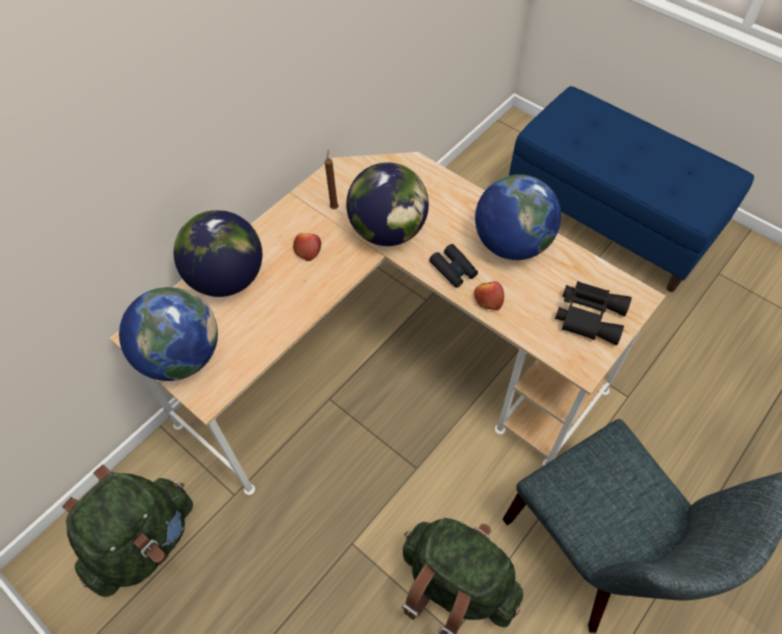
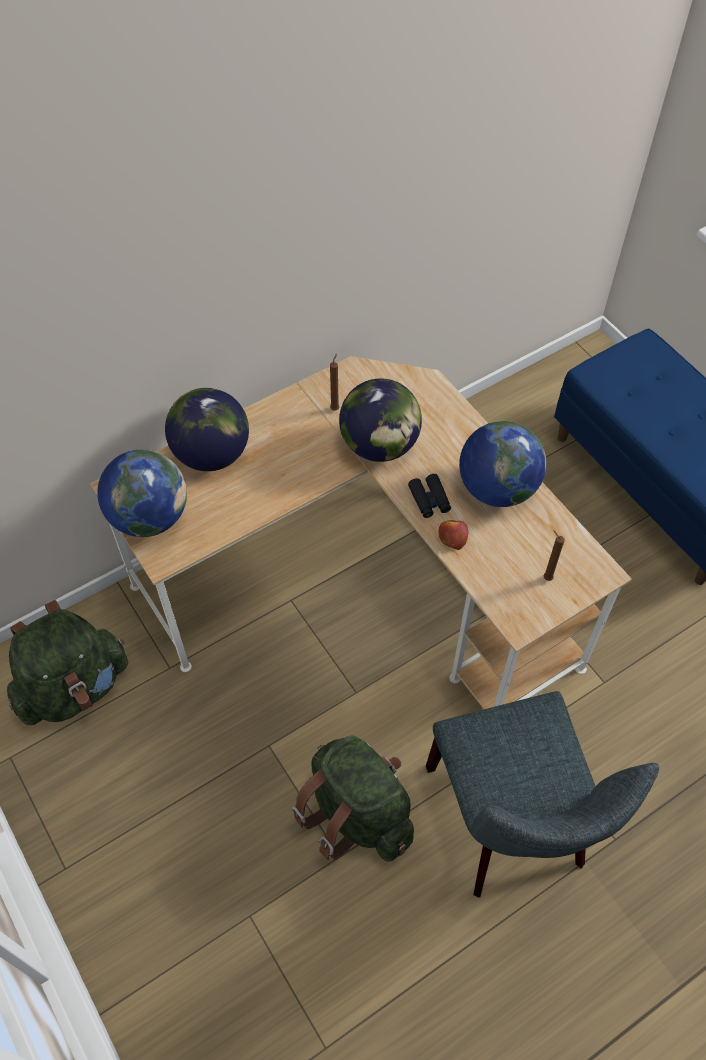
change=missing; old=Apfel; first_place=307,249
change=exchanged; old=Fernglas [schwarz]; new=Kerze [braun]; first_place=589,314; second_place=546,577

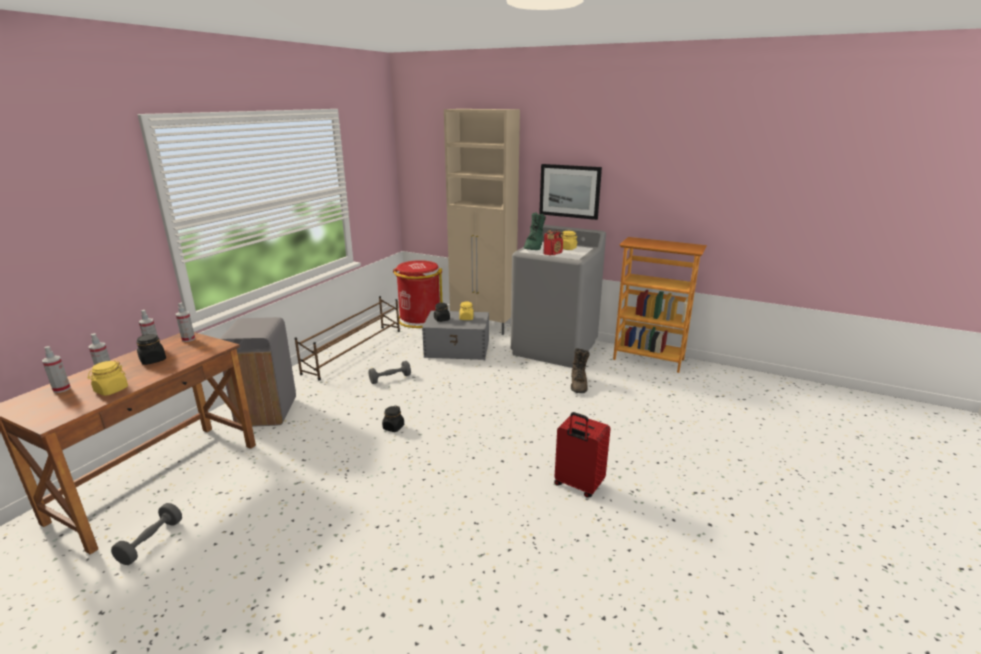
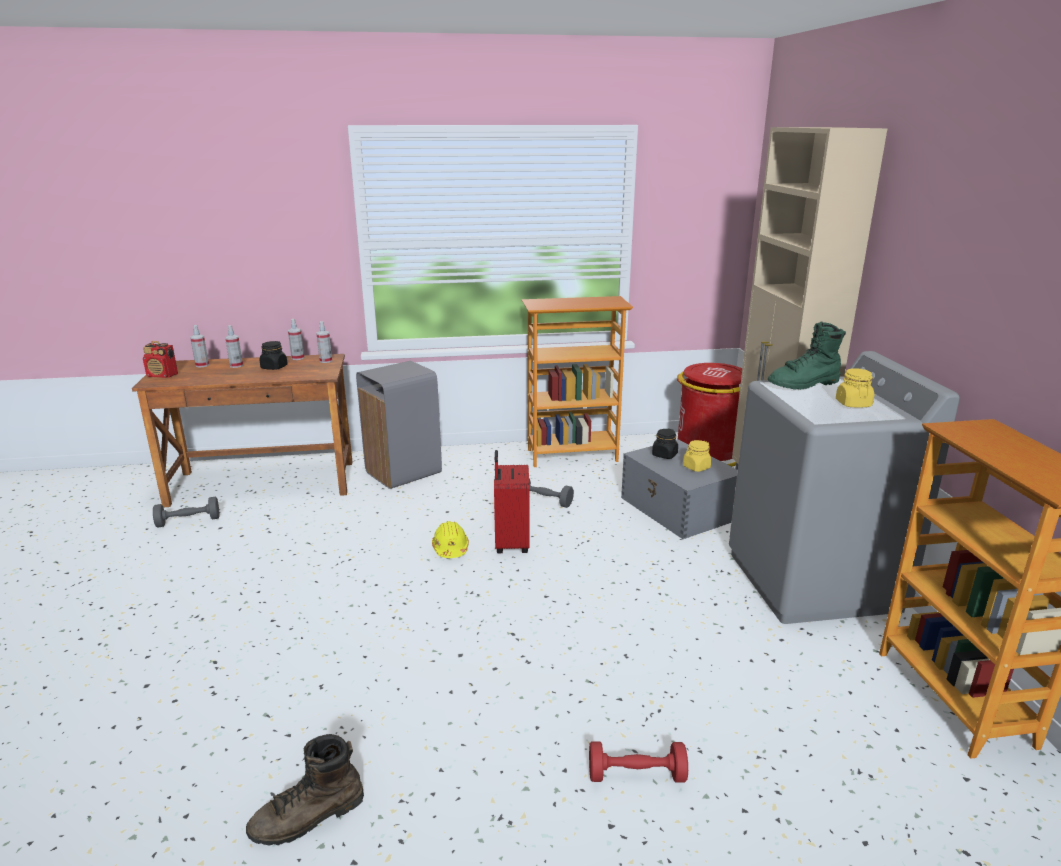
change=missing; old=Bild; first_place=570,191
change=relocated; old=Radio; first_place=553,253; second_place=163,375
change=exchanged; old=Schuhregal [braun]; new=Bücherregal; first_place=354,351; second_place=572,455
change=relocated; old=Stiefel [braun]; first_place=578,385; second_place=308,818
change=missing; old=Vorratsglas [gelb]; first_place=111,390
change=exchanged; old=Vorratsglas [schwarz]; new=Schutzhelm [gelb]; first_place=393,427; second_place=450,548
change=relocated; old=Koffer [rot]; first_place=578,485; second_place=510,544
change=appeared; new=Hantel [rot]; second_place=636,775

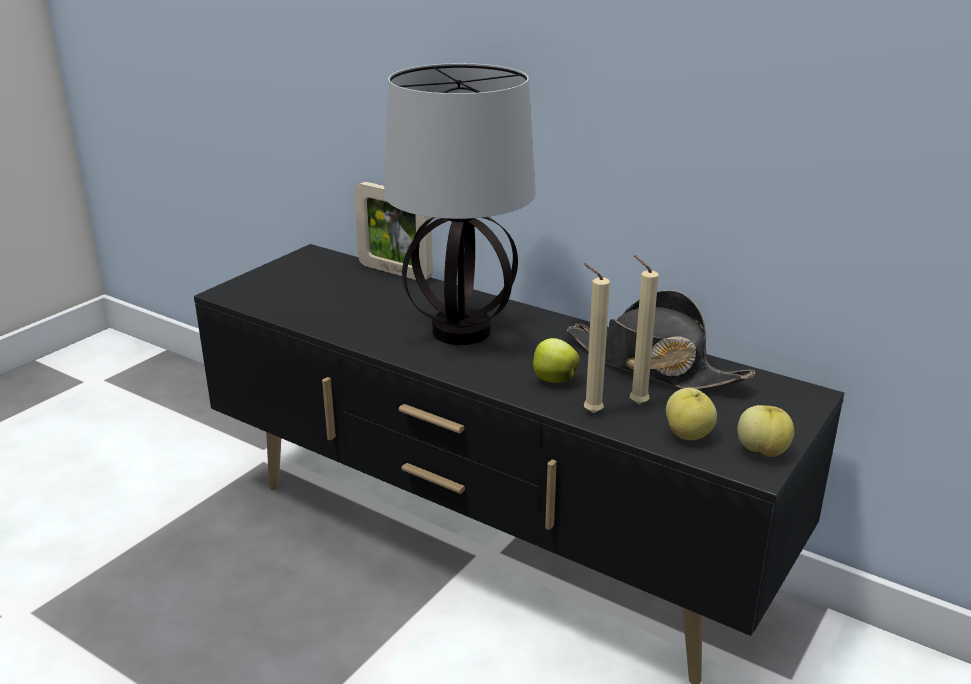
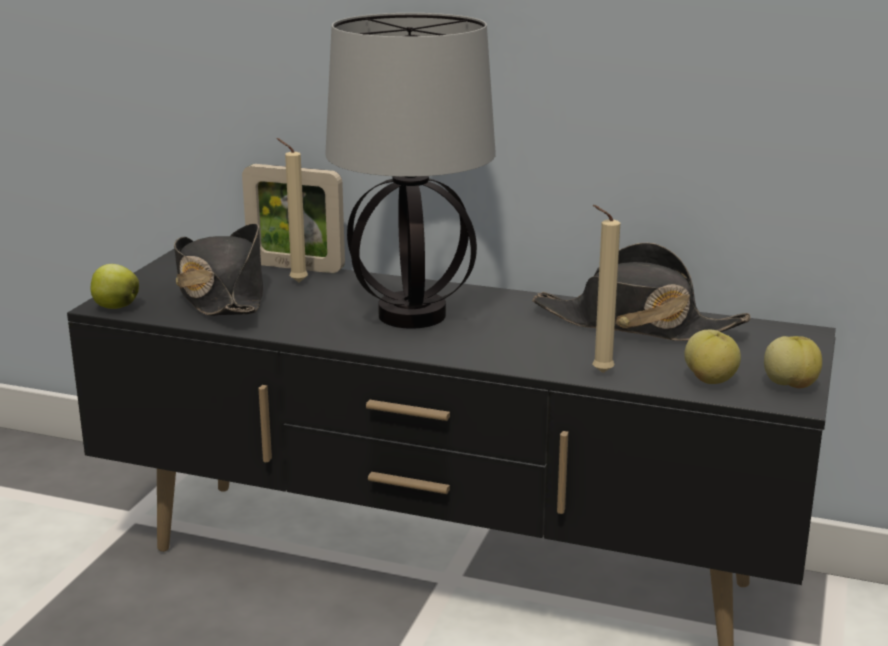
change=relocated; old=Kerze [beige]; first_place=635,403; second_place=296,282
change=relocated; old=Apfel; first_place=553,379; second_place=115,307
change=appeared; new=Hut [schwarz]; second_place=221,294

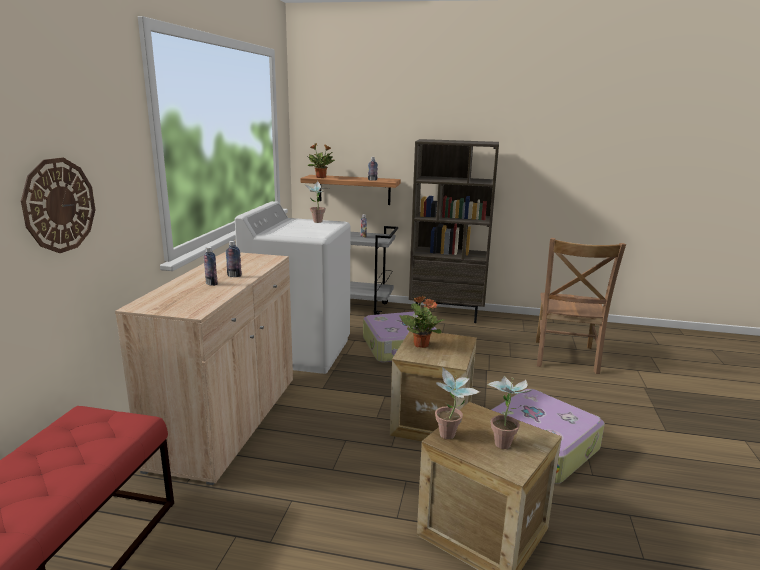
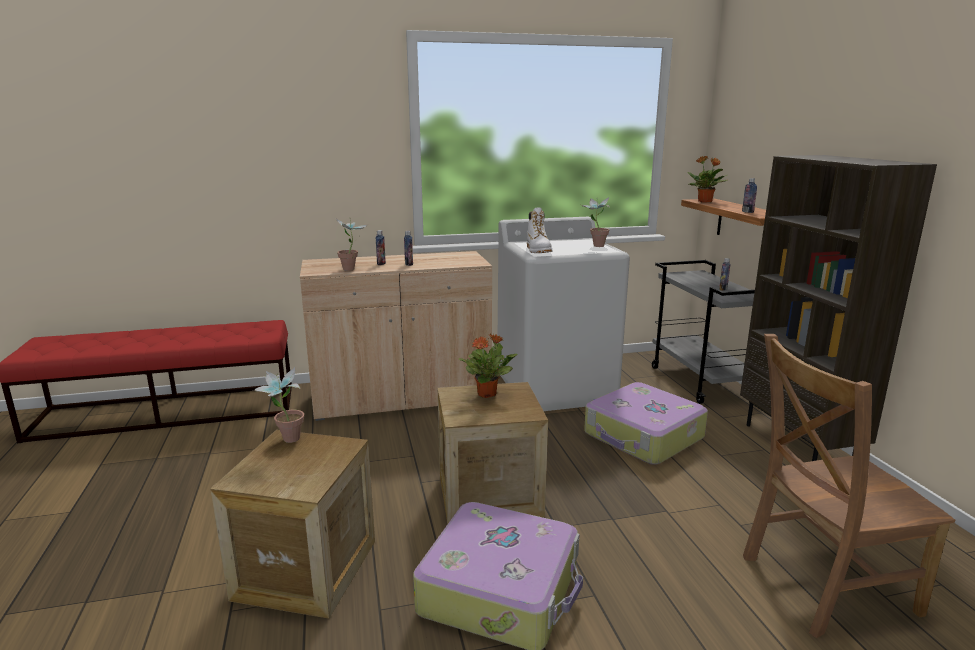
change=missing; old=Wanduhr; first_place=59,205
change=relocated; old=Topfpflanze; first_place=505,441; second_place=353,269
change=appeared; new=Stiefel [weiß]; second_place=538,250

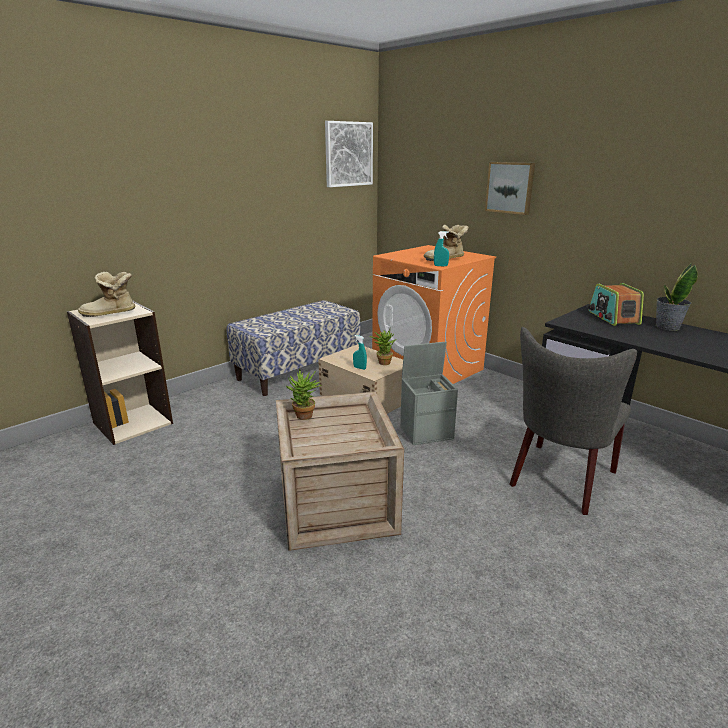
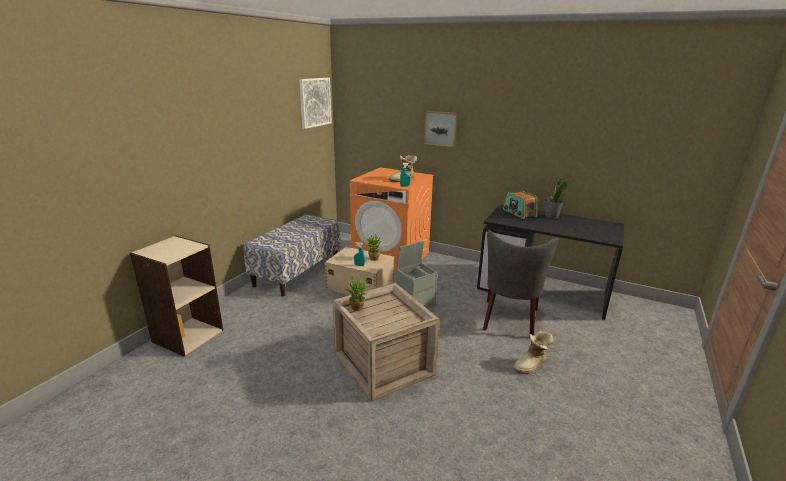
change=relocated; old=Stiefel; first_place=110,314; second_place=531,365

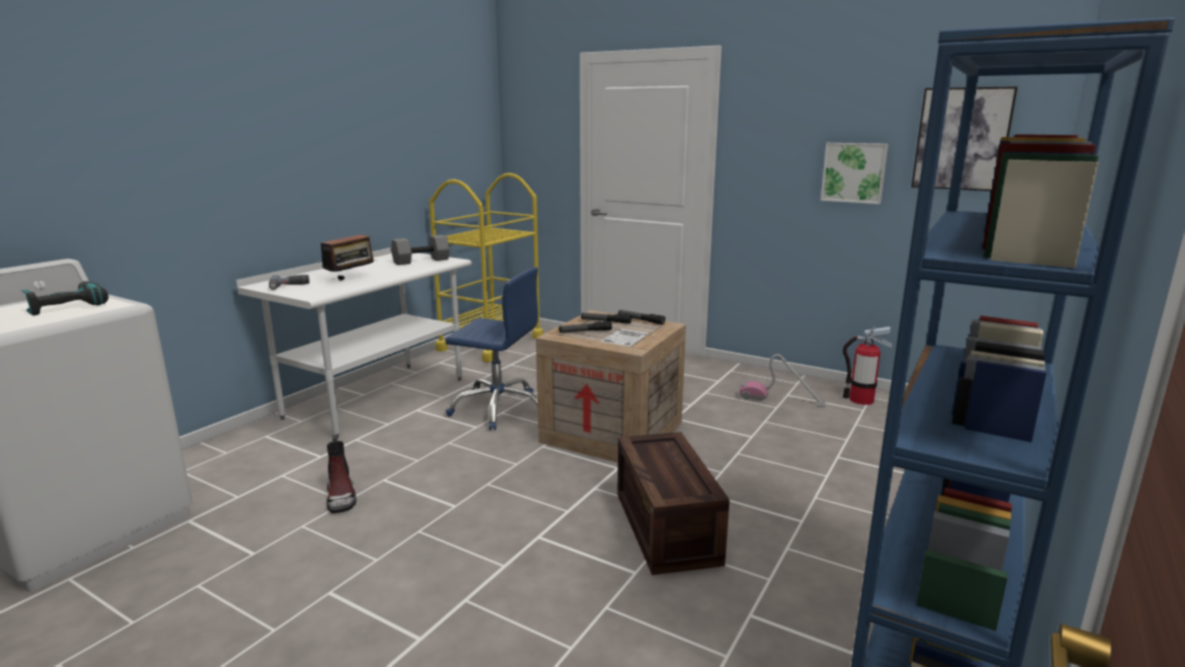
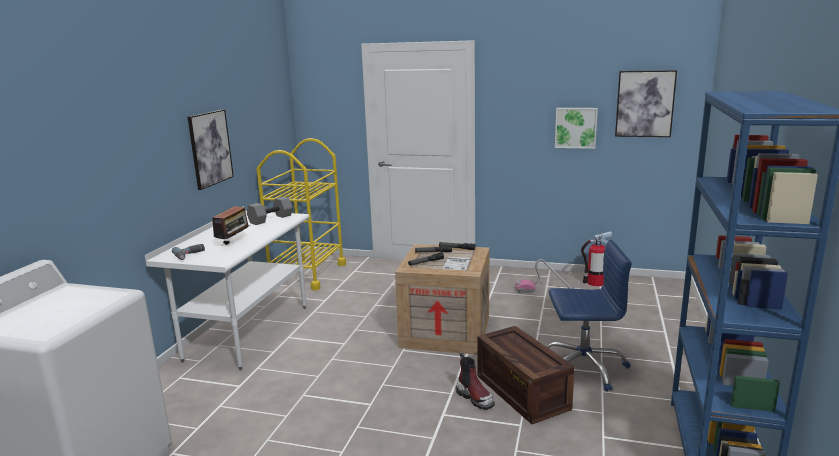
change=relocated; old=Bürostuhl [blau]; first_place=498,408; second_place=583,367
change=missing; old=Bohrmaschine; first_place=67,306
change=relocated; old=Stiefel; first_place=341,497; second_place=475,398
change=appeared; new=Bild; second_place=210,148

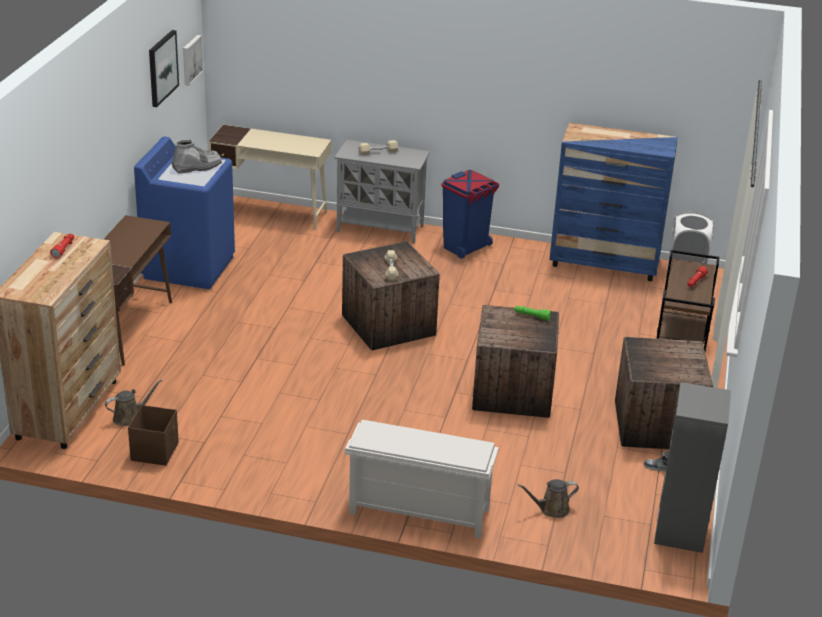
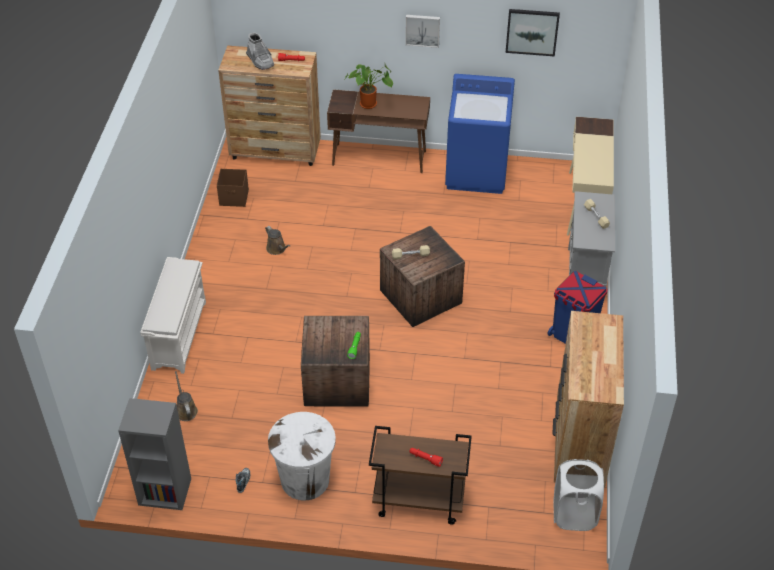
change=relocated; old=Bild; first_place=191,59; second_place=422,30
change=colour; old=Kommode [blau]; new=Kommode [braun]; first_place=605,264; second_place=578,445
change=relocated; old=Stiefel [grau]; first_place=197,167; second_place=260,61
change=exchanged; old=Kiste; new=Mülleimer [weiß]; first_place=655,424; second_place=305,479
change=relocated; old=Gießkanne [braun]; first_place=130,417; second_place=277,249
change=appeared; new=Topfpflanze; second_place=370,104

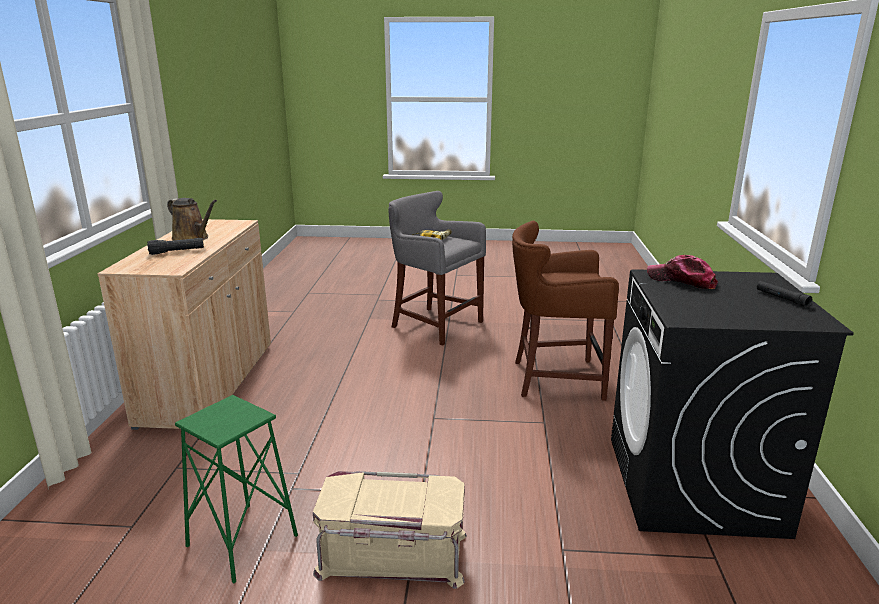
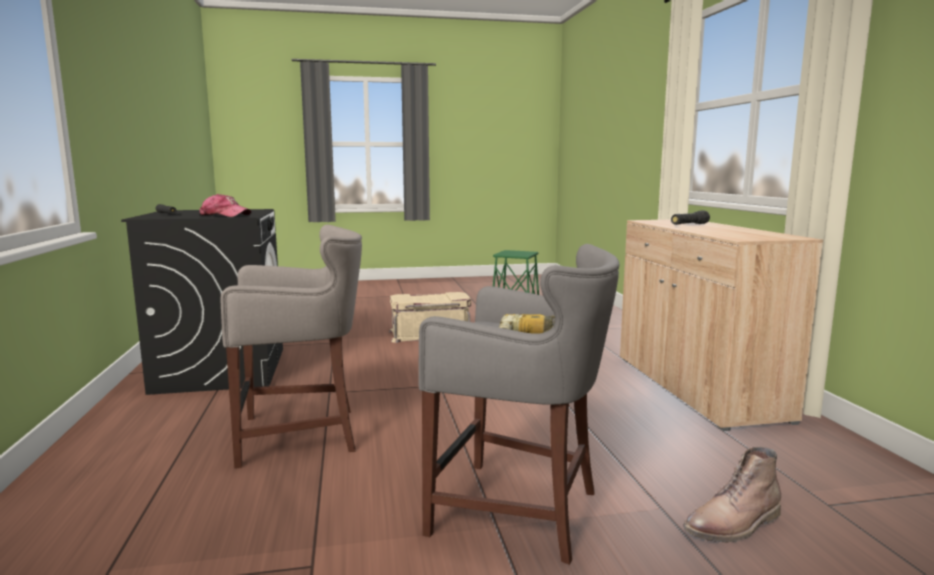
change=missing; old=Gießkanne [braun]; first_place=192,238
change=colour; old=Hocker [braun]; new=Hocker [grau]; first_place=554,378; second_place=303,434
change=appeared; new=Stiefel [braun]; second_place=733,525

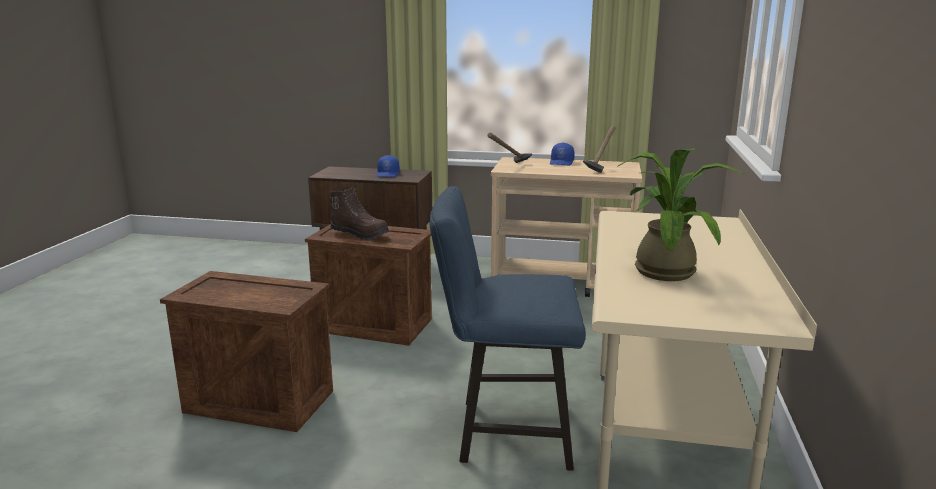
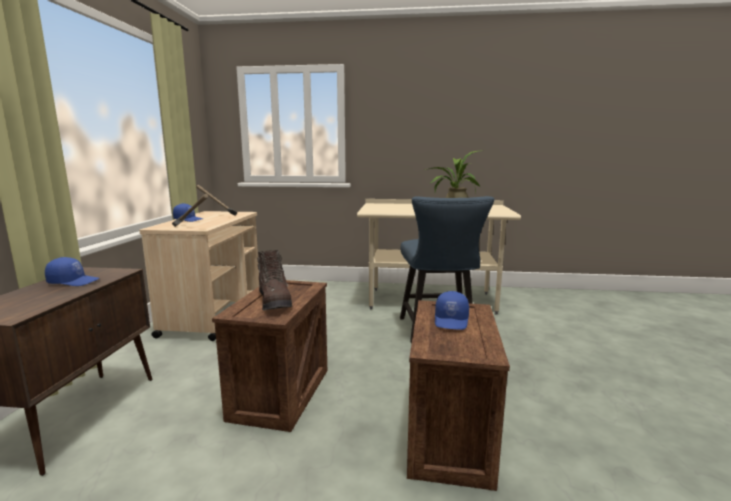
change=spun; old=Stiefel [braun]; first_place=360,234; second_place=275,302; degrees=135
change=appeared; new=Kappe [blau]; second_place=452,321

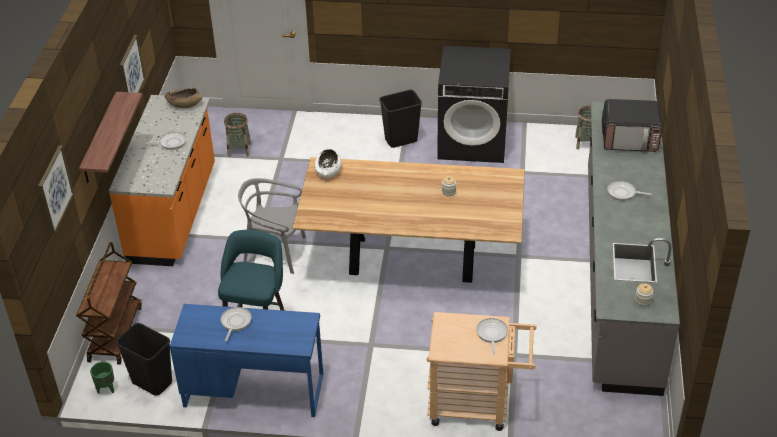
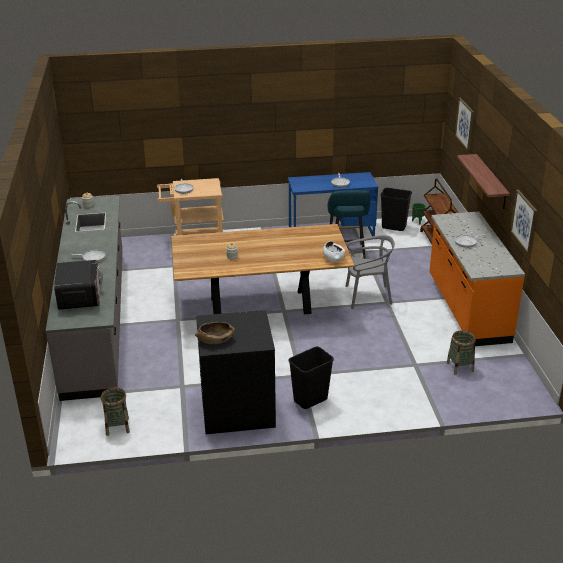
change=relocated; old=Schüssel [braun]; first_place=184,104; second_place=215,339
change=spun; old=Mikrowelle; first_place=630,138; second_place=80,297; degrees=90

